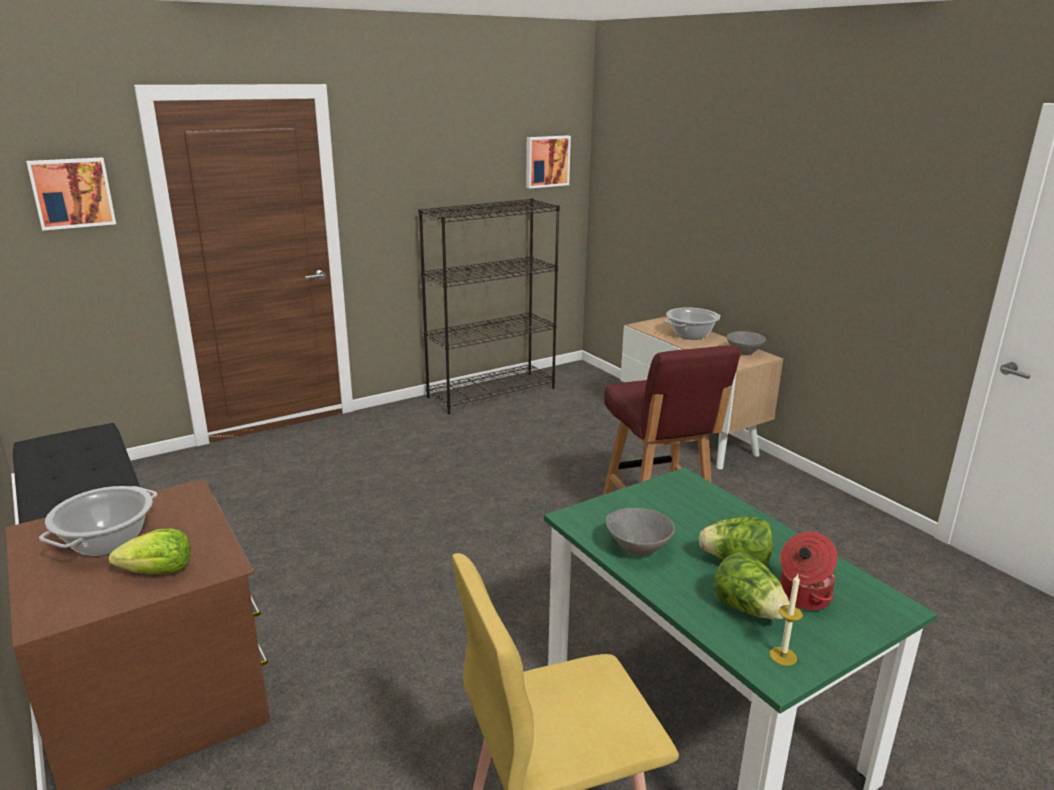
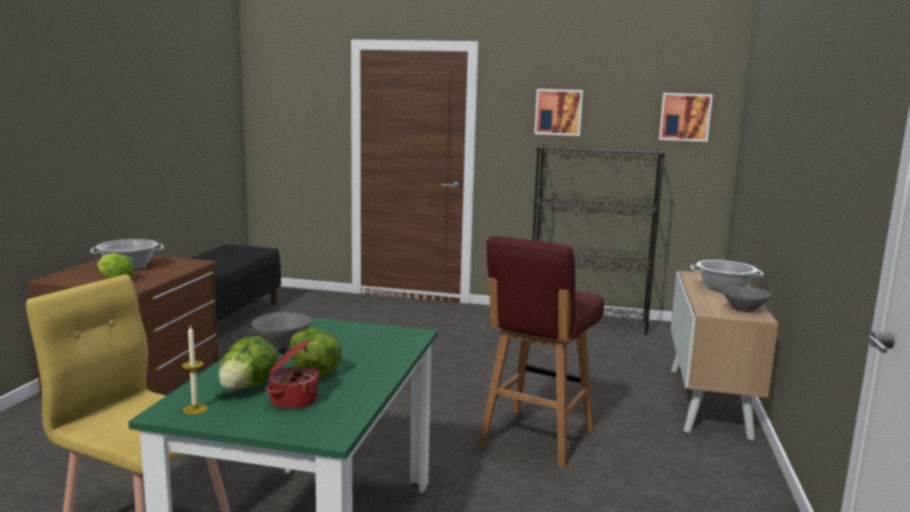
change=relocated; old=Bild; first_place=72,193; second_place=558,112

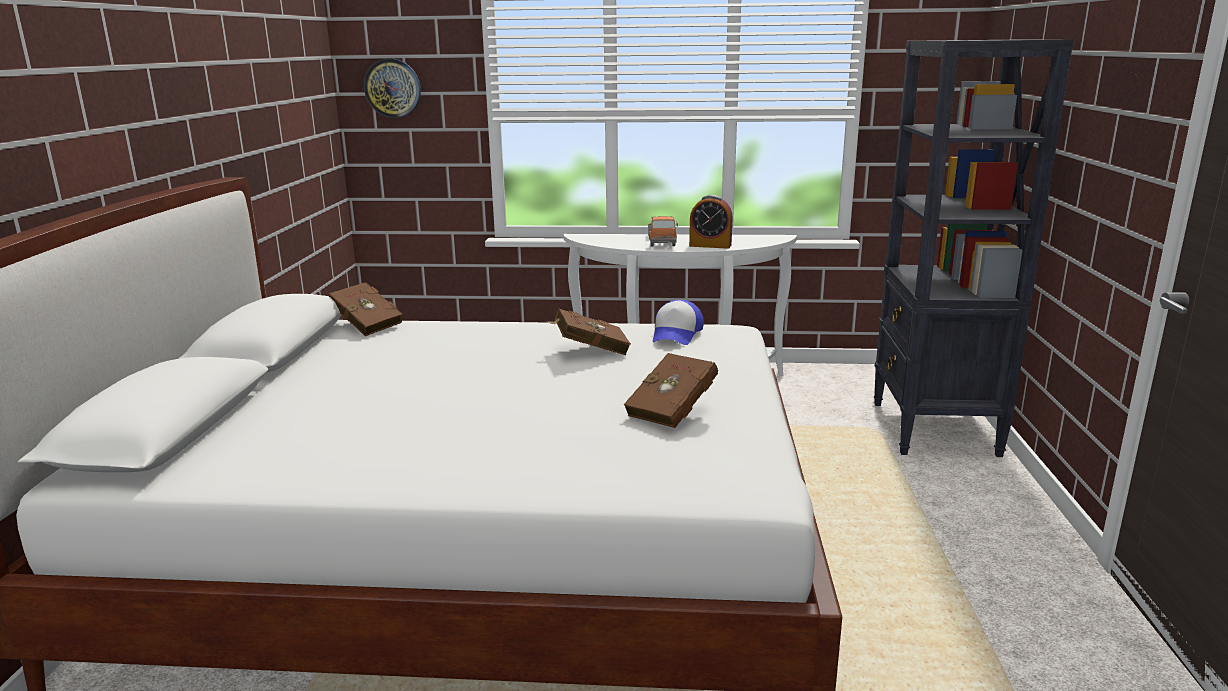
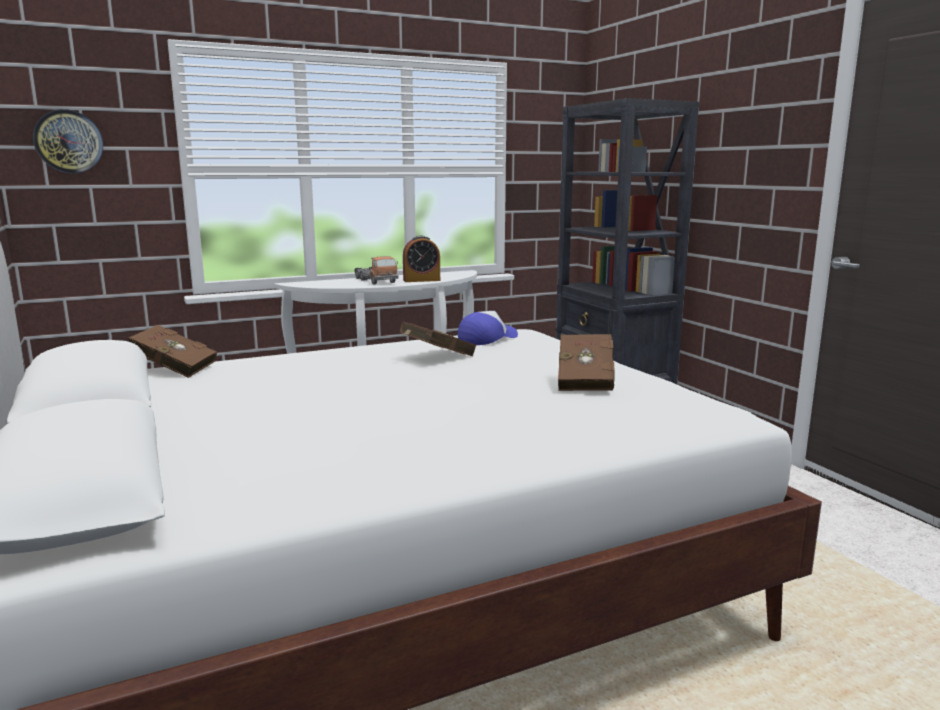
change=spun; old=Kappe; first_place=676,334; second_place=487,339; degrees=-120

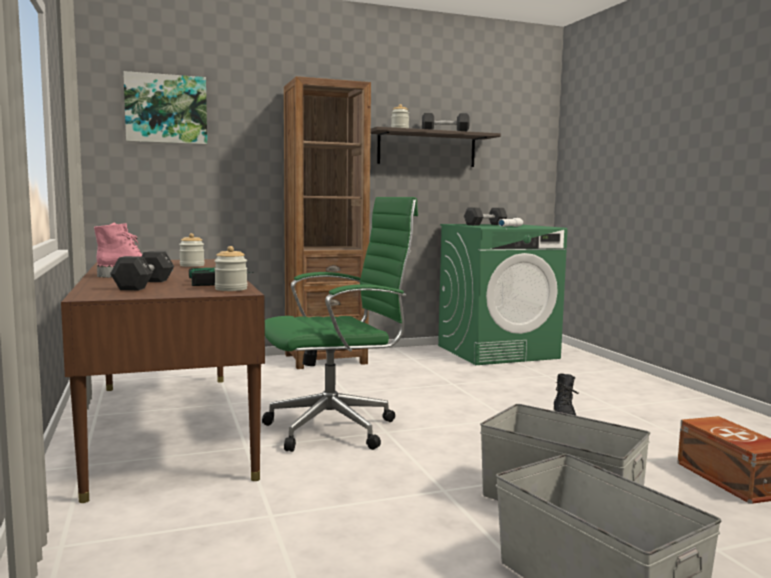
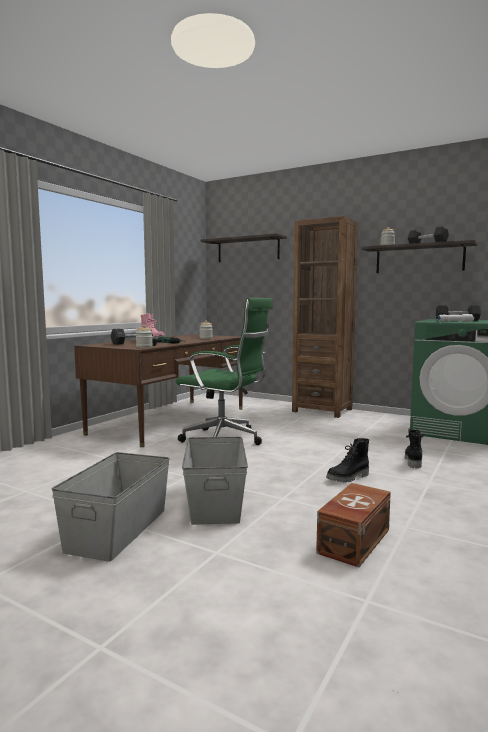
change=exchanged; old=Bild; new=Wandregal; first_place=166,109; second_place=248,249
change=appeared; new=Stiefel [schwarz]; second_place=413,460

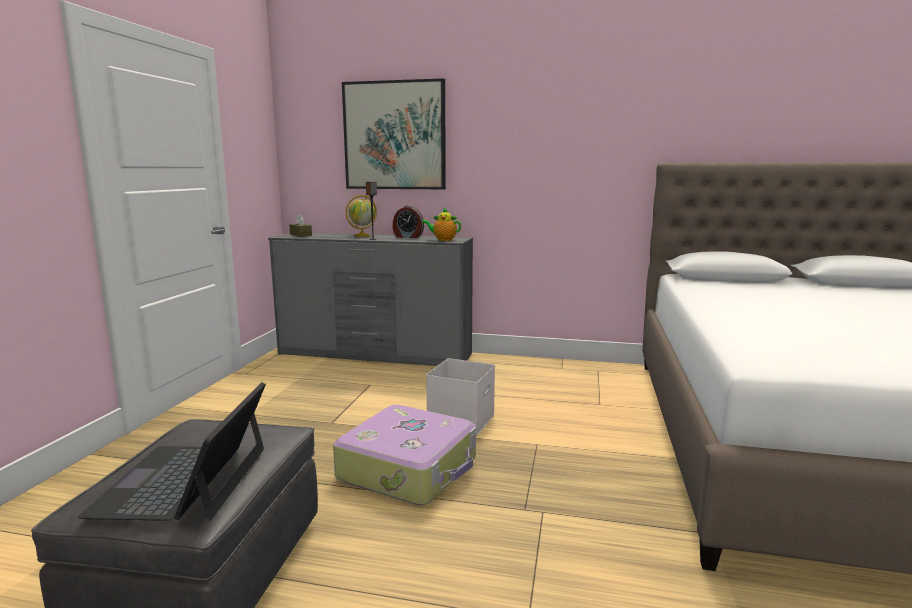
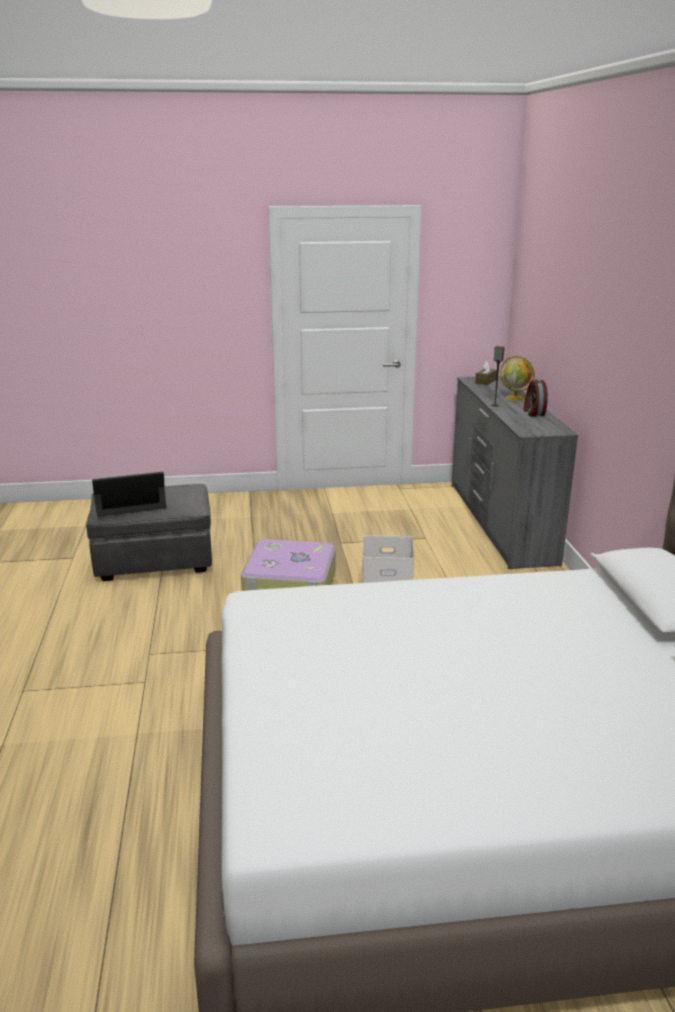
change=missing; old=Bild; first_place=394,136
change=missing; old=Teekanne; first_place=443,240

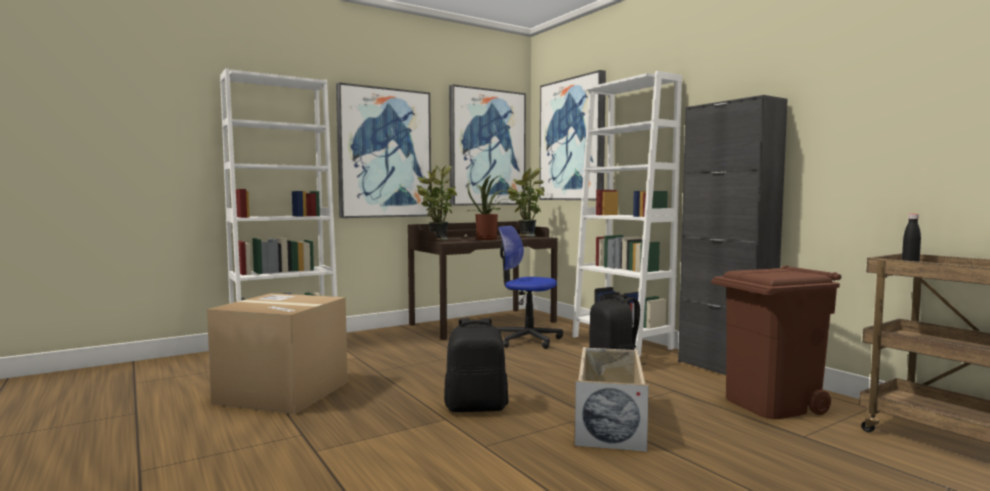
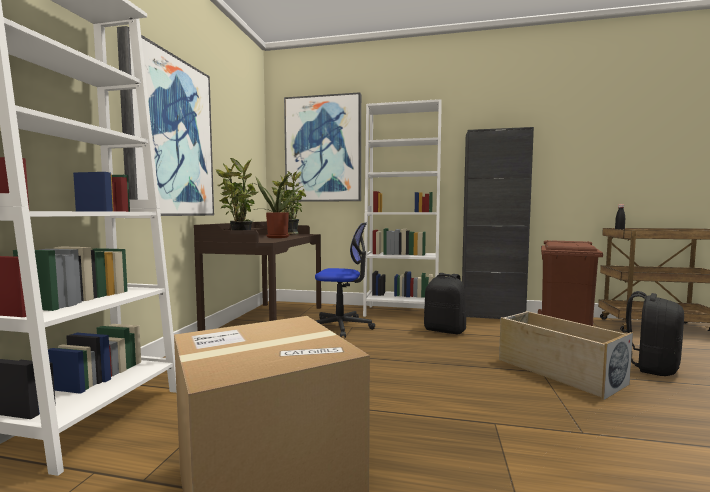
change=missing; old=Bild; first_place=486,148
change=spun; old=Bürostuhl; first_place=527,340; second_place=341,327; degrees=-150
change=relocated; old=Rucksack [schwarz]; first_place=476,407; second_place=650,367

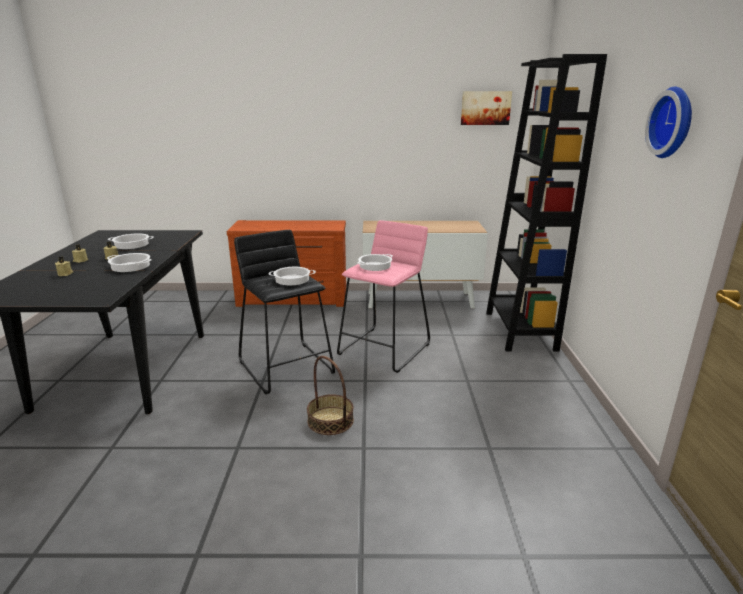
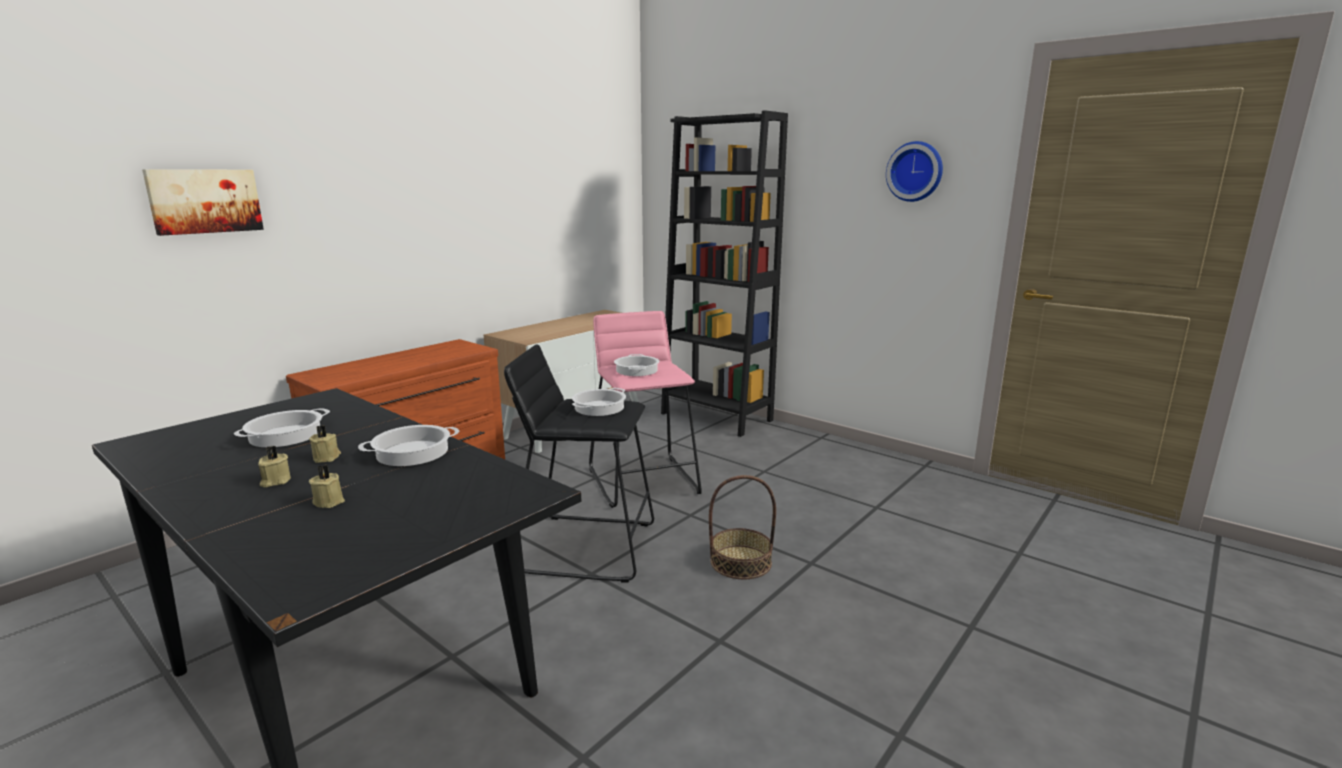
change=relocated; old=Bild; first_place=485,108; second_place=205,201

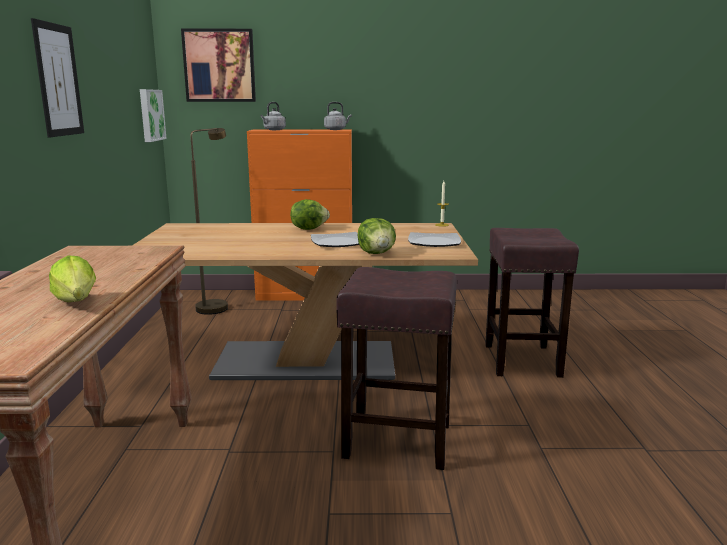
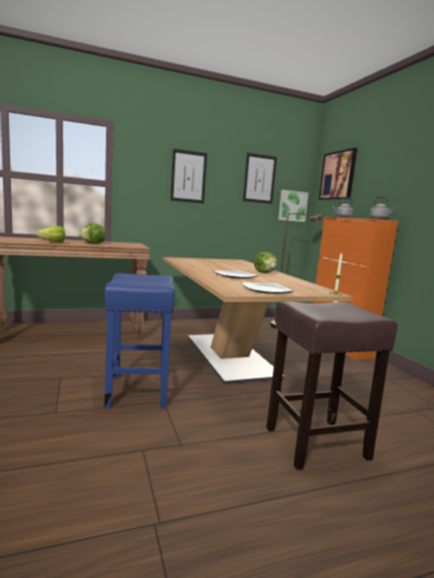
change=relocated; old=Salatkopf; first_place=377,253; second_place=93,244
change=colour; old=Hocker [braun]; new=Hocker [blau]; first_place=395,441; second_place=137,390
change=appeared; new=Bild; second_place=259,179

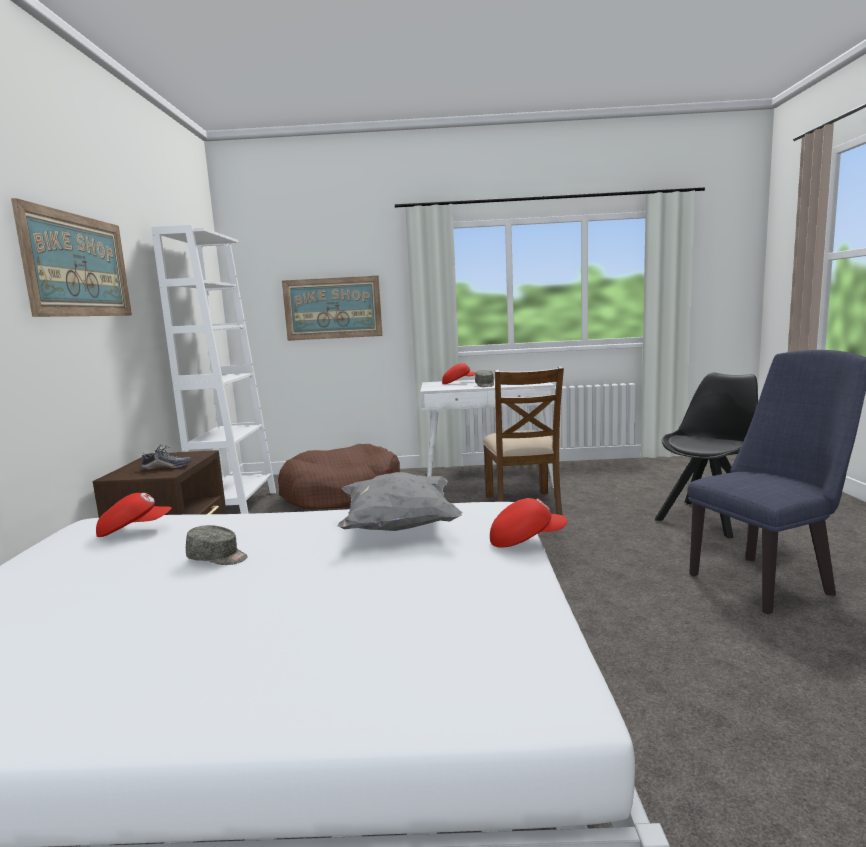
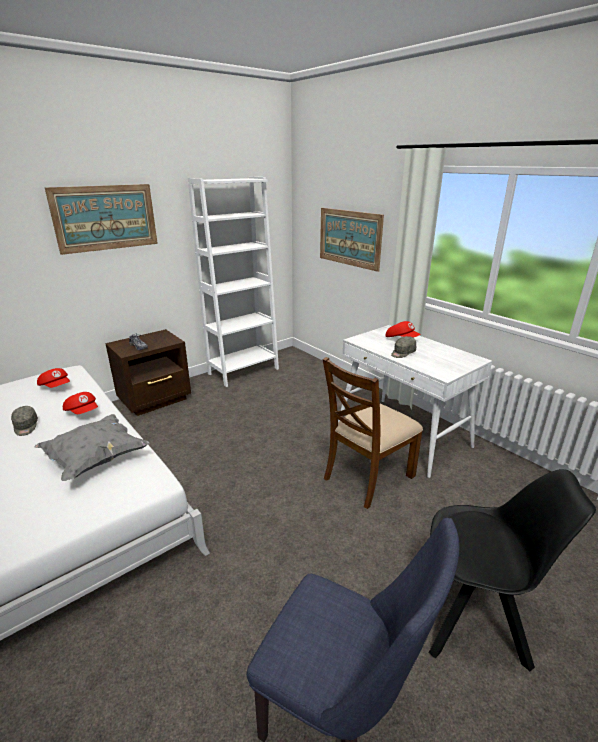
change=missing; old=Hundebett [braun]; first_place=341,493
change=relocated; old=Kappe [rot]; first_place=526,540; second_place=83,412

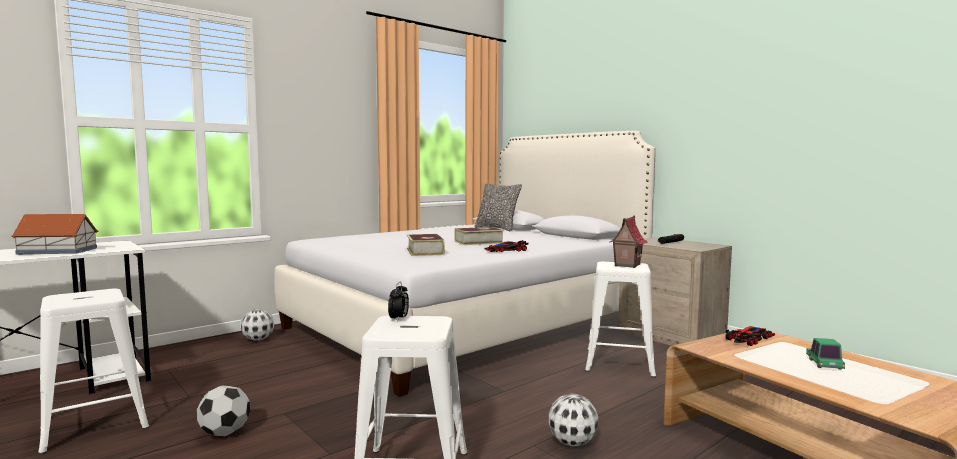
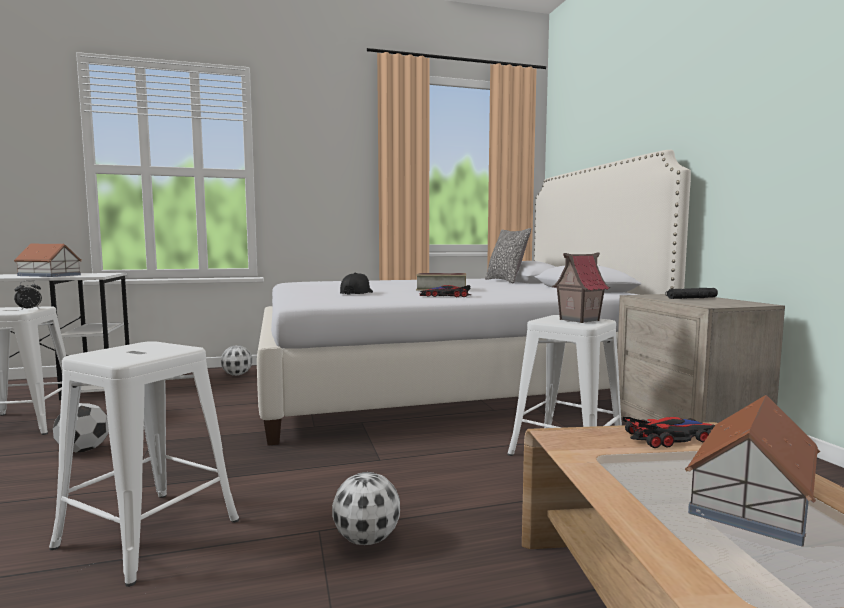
change=exchanged; old=Buch; new=Kappe [schwarz]; first_place=425,251; second_place=356,293
change=relocated; old=Wecker; first_place=399,319; second_place=29,309
change=exchanged; old=Spielzeugauto; new=Spielzeughaus; first_place=824,364; second_place=750,500

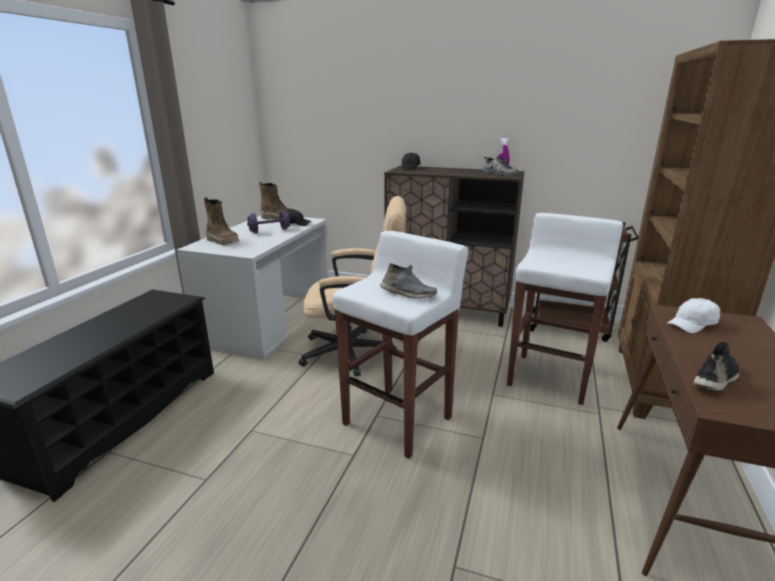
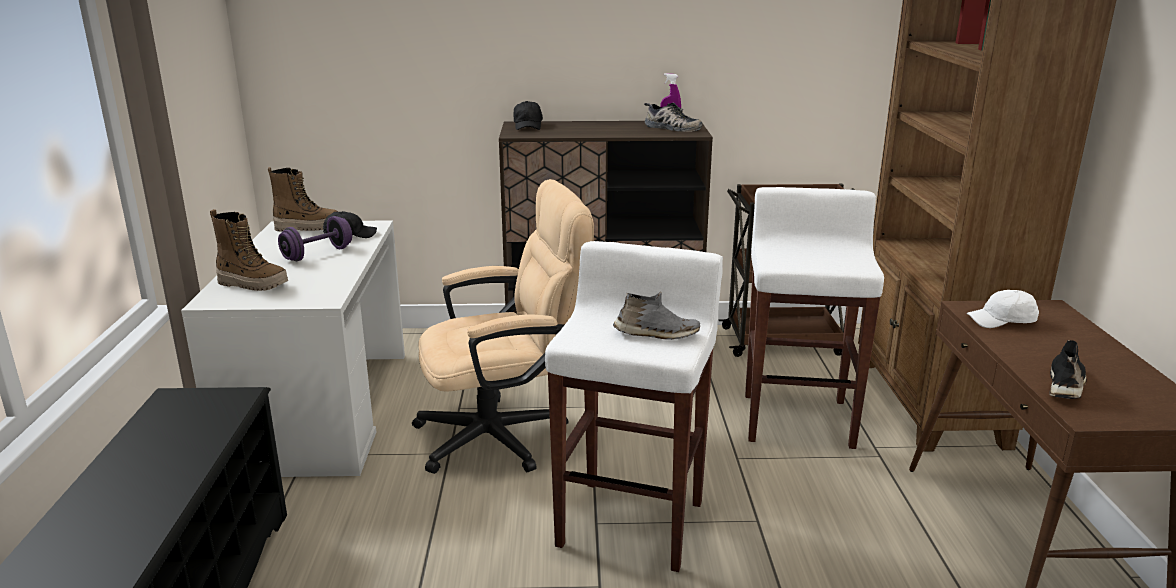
change=spun; old=Kappe [weiß]; first_place=692,324; second_place=1002,321; degrees=45

